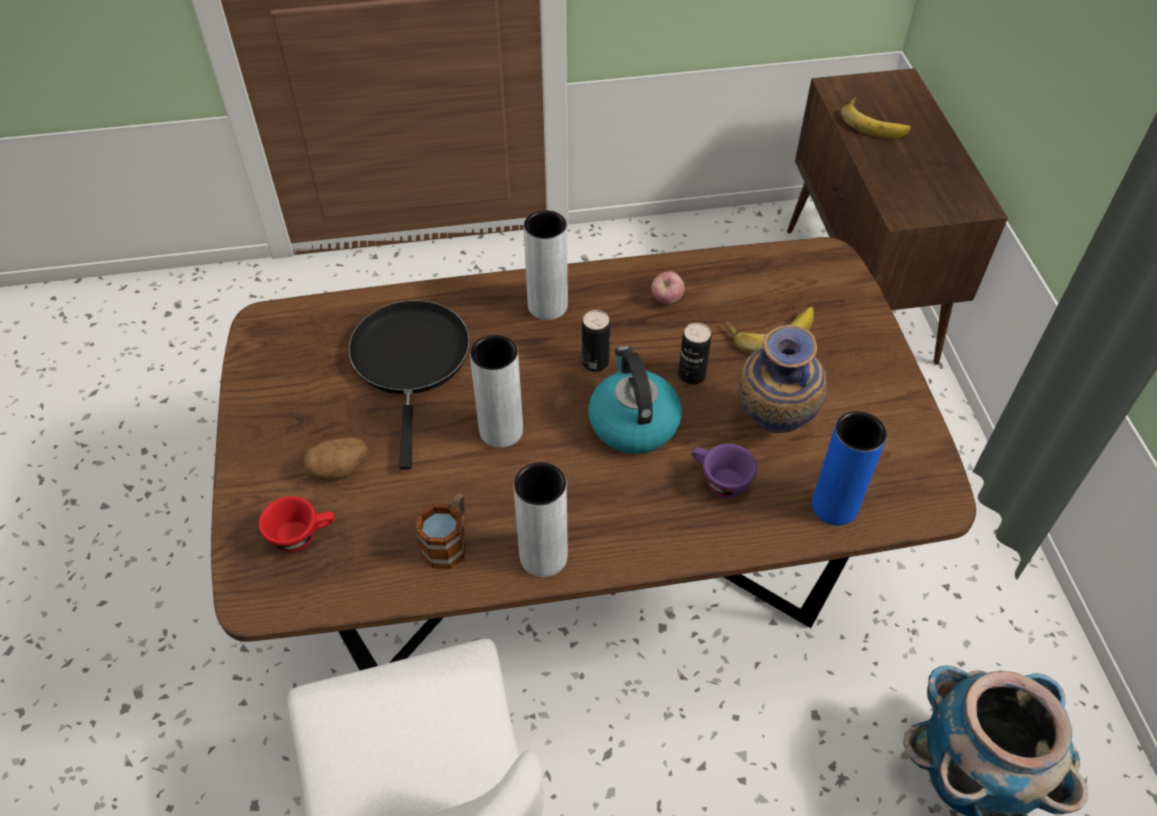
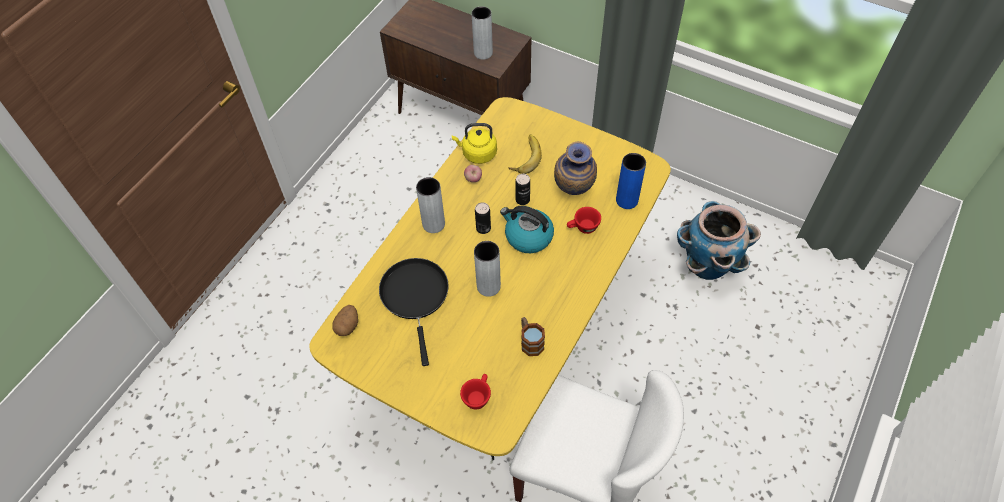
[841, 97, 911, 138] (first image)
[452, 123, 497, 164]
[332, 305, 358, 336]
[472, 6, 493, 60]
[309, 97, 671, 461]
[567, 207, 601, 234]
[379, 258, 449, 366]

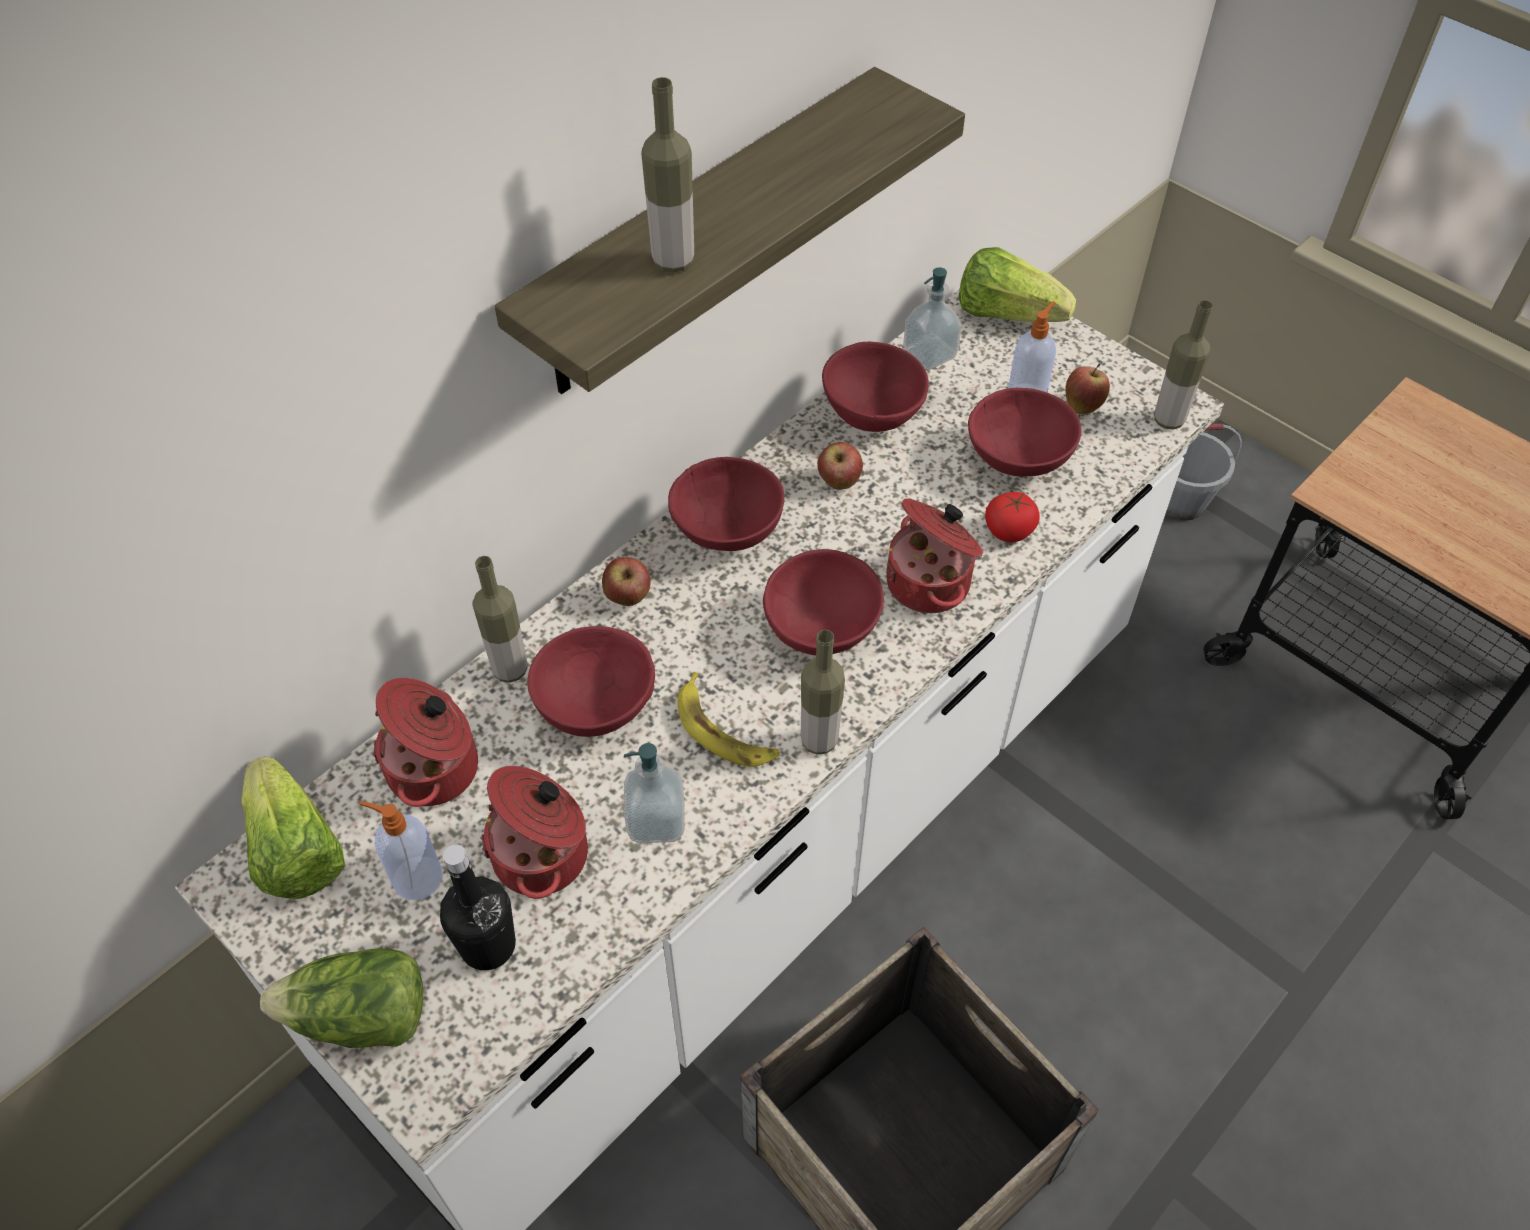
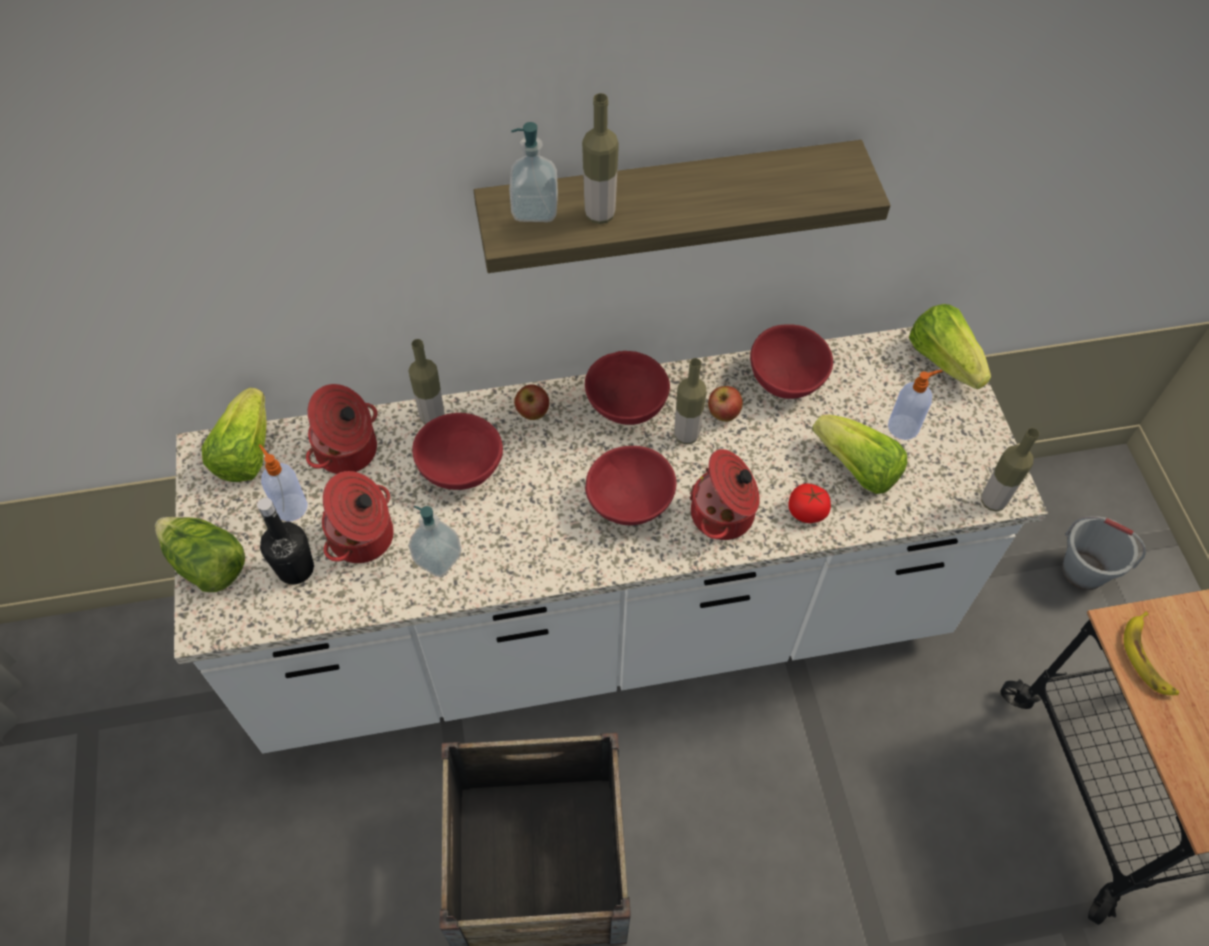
[1065, 363, 1110, 414] (first image)
[1124, 611, 1179, 695]
[674, 358, 707, 444]
[509, 122, 558, 222]
[812, 415, 907, 494]

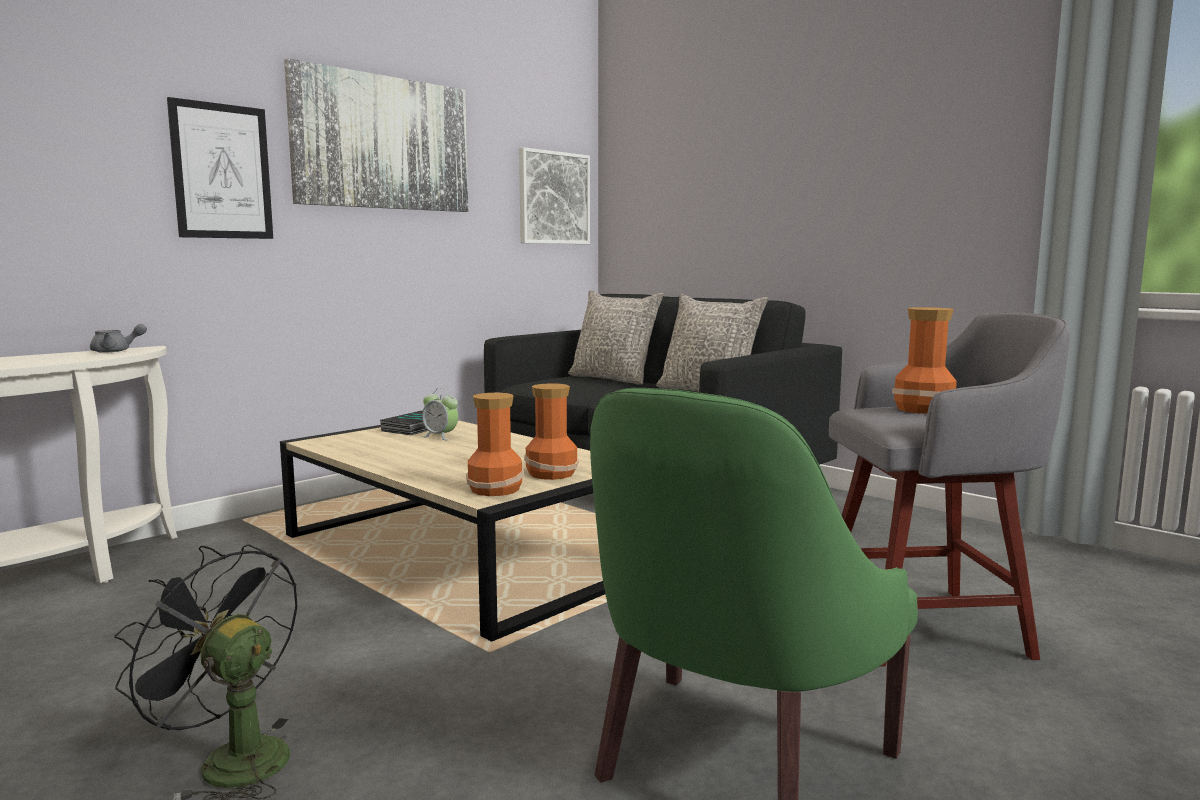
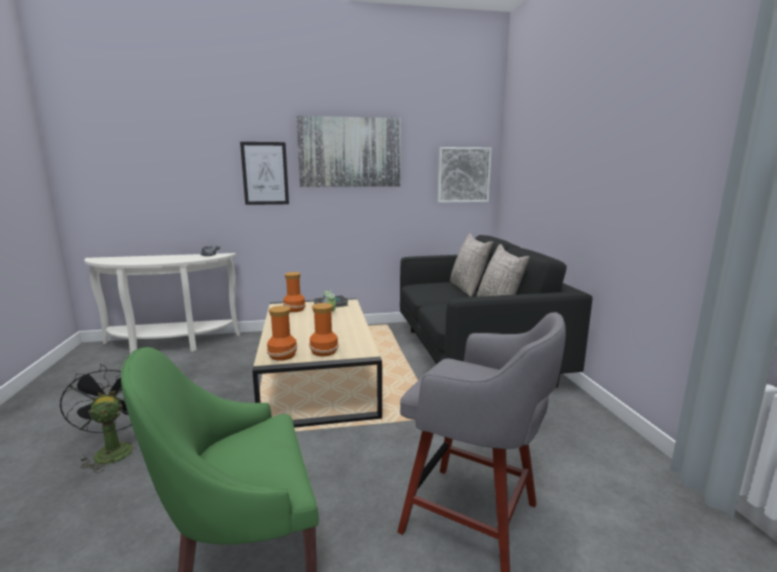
[283, 272, 306, 312]

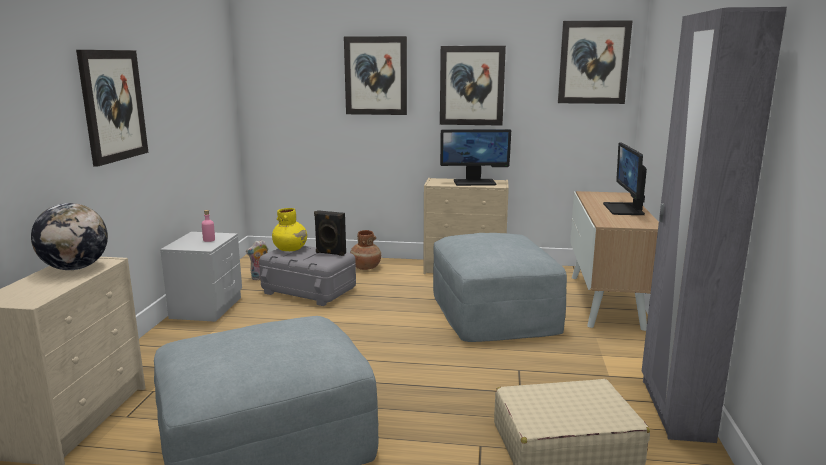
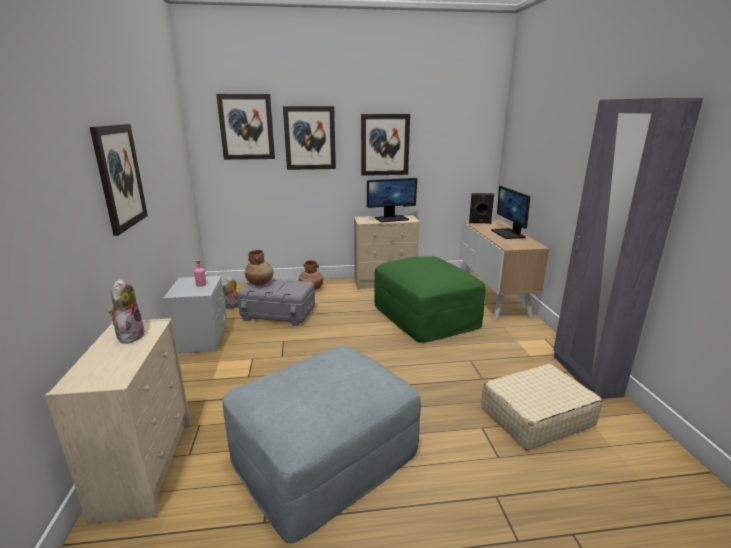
[469, 193, 495, 224]
[216, 94, 275, 160]
[108, 278, 145, 344]
[245, 250, 273, 285]
[374, 256, 486, 343]

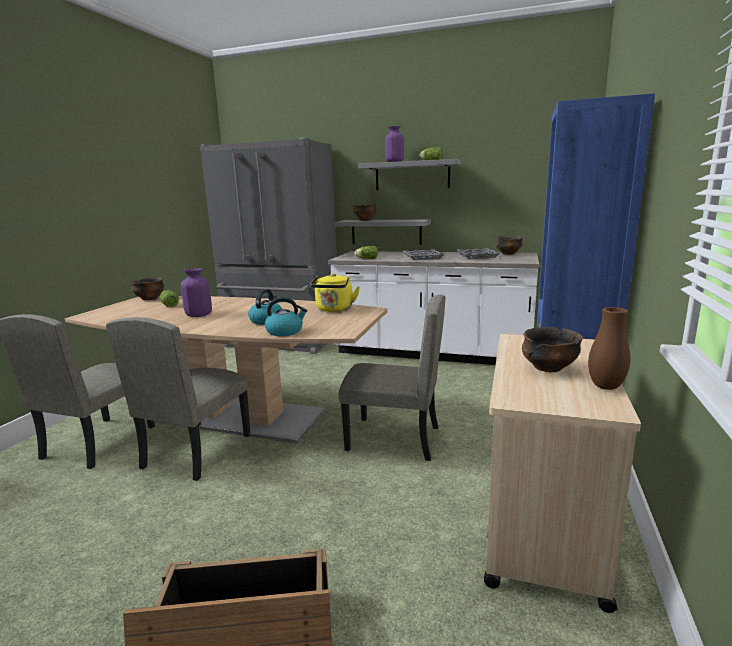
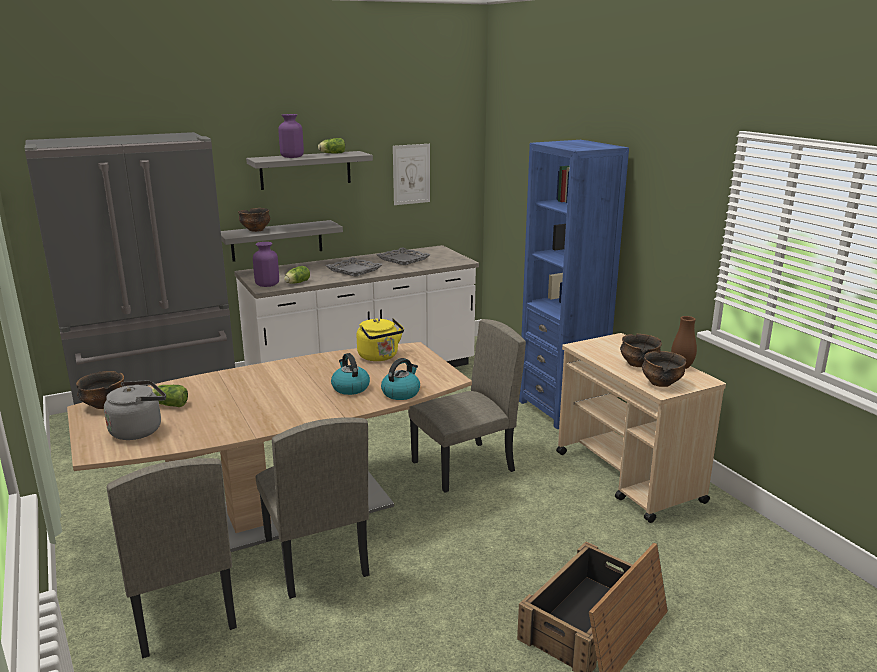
[104, 380, 166, 440]
[393, 144, 430, 205]
[253, 242, 279, 287]
[642, 351, 686, 387]

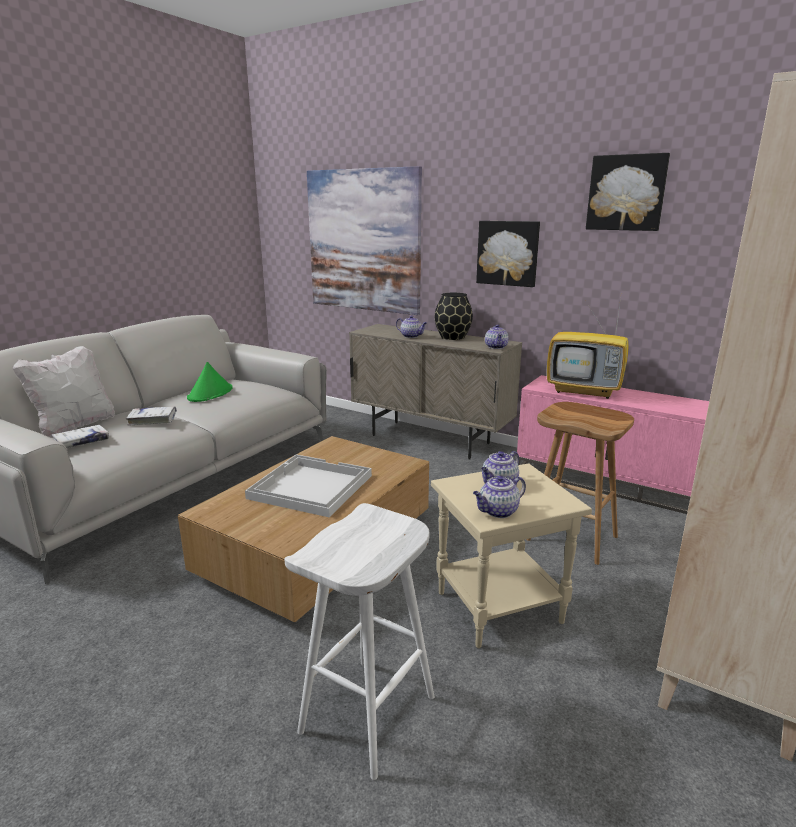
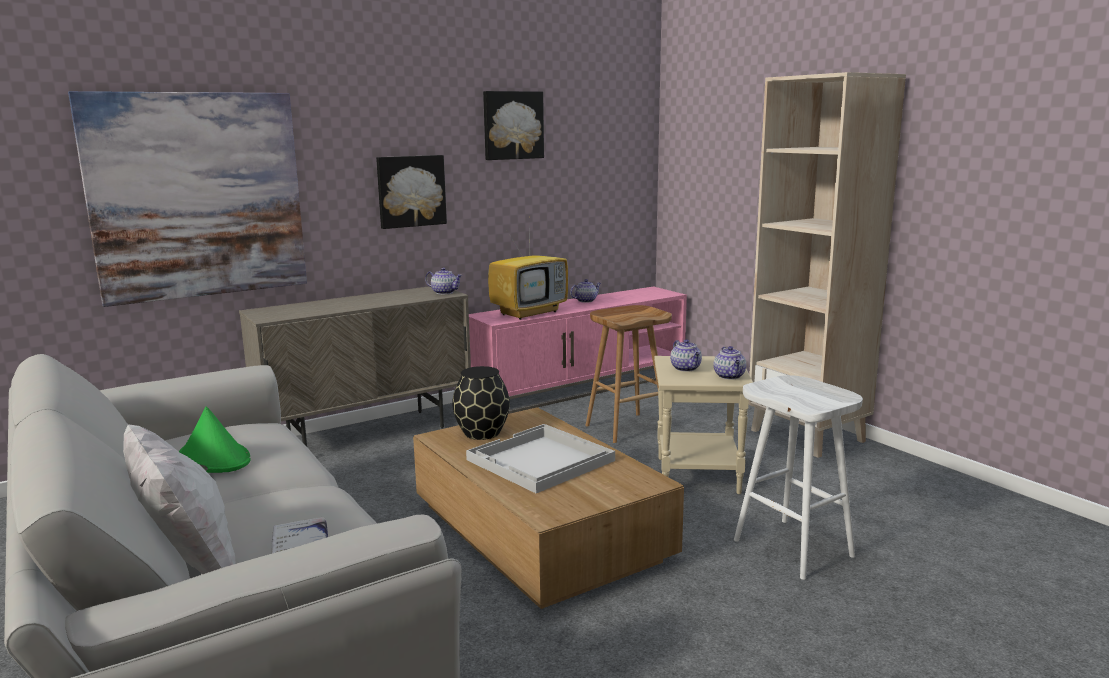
[126, 407, 177, 426] (first image)
[570, 279, 601, 303]
[452, 366, 510, 440]

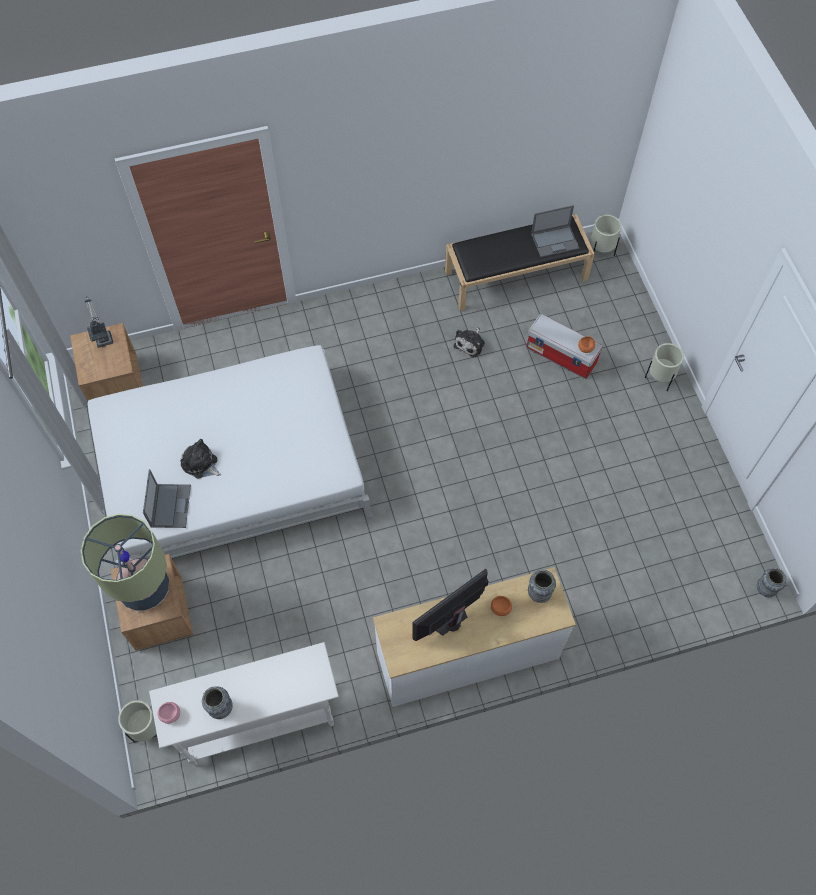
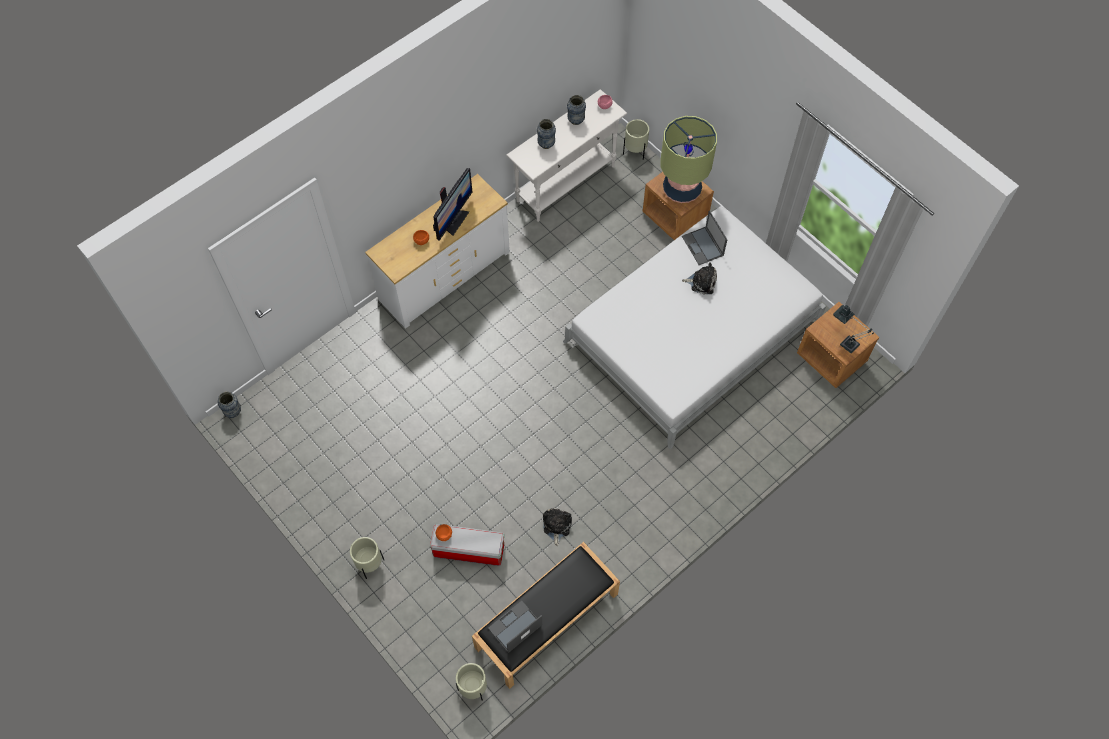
[537, 119, 556, 149]

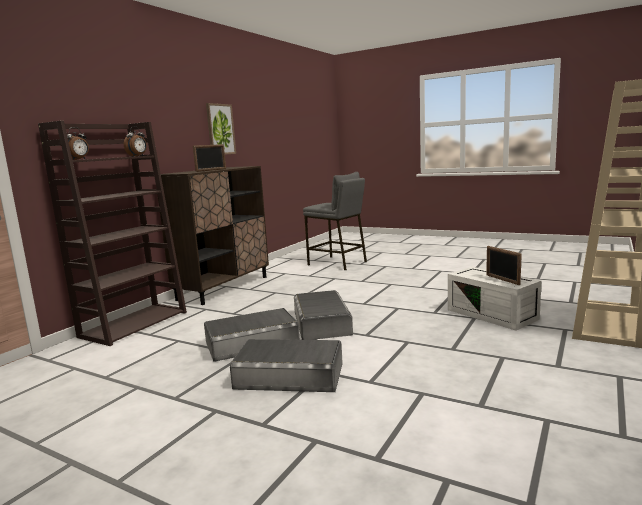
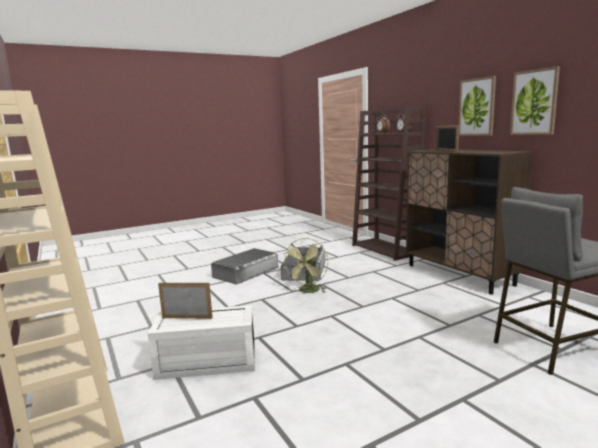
[458, 76, 496, 136]
[283, 238, 328, 293]

